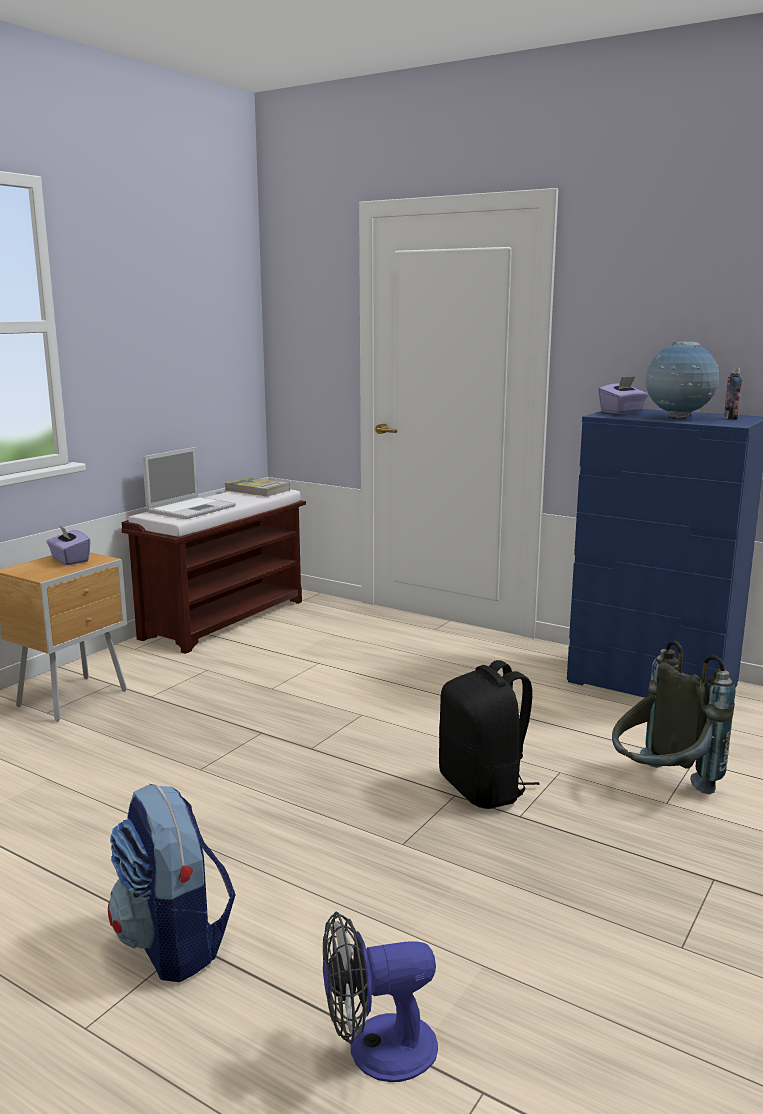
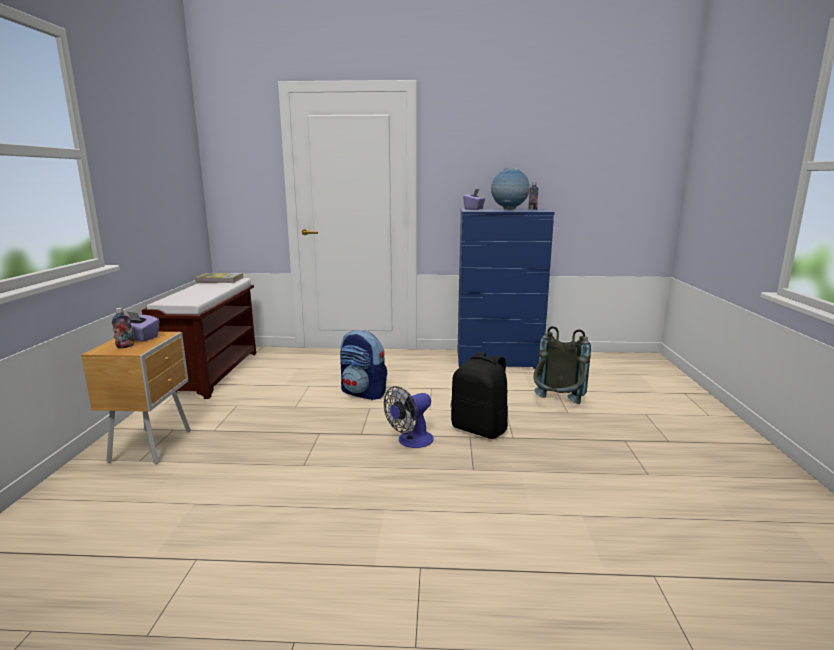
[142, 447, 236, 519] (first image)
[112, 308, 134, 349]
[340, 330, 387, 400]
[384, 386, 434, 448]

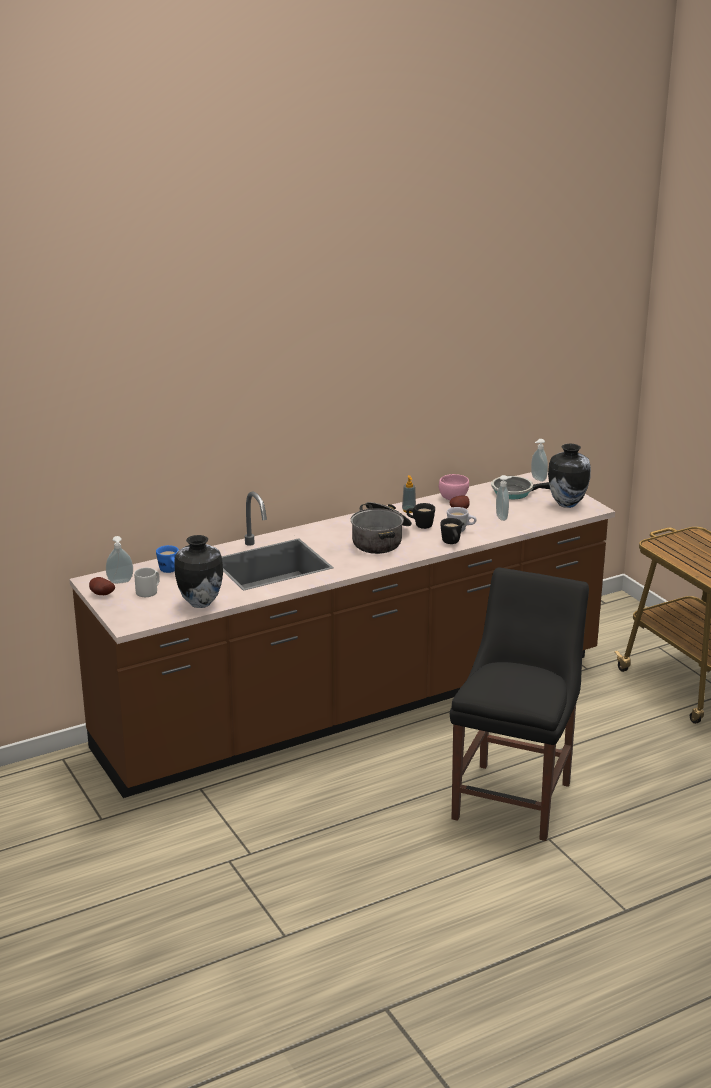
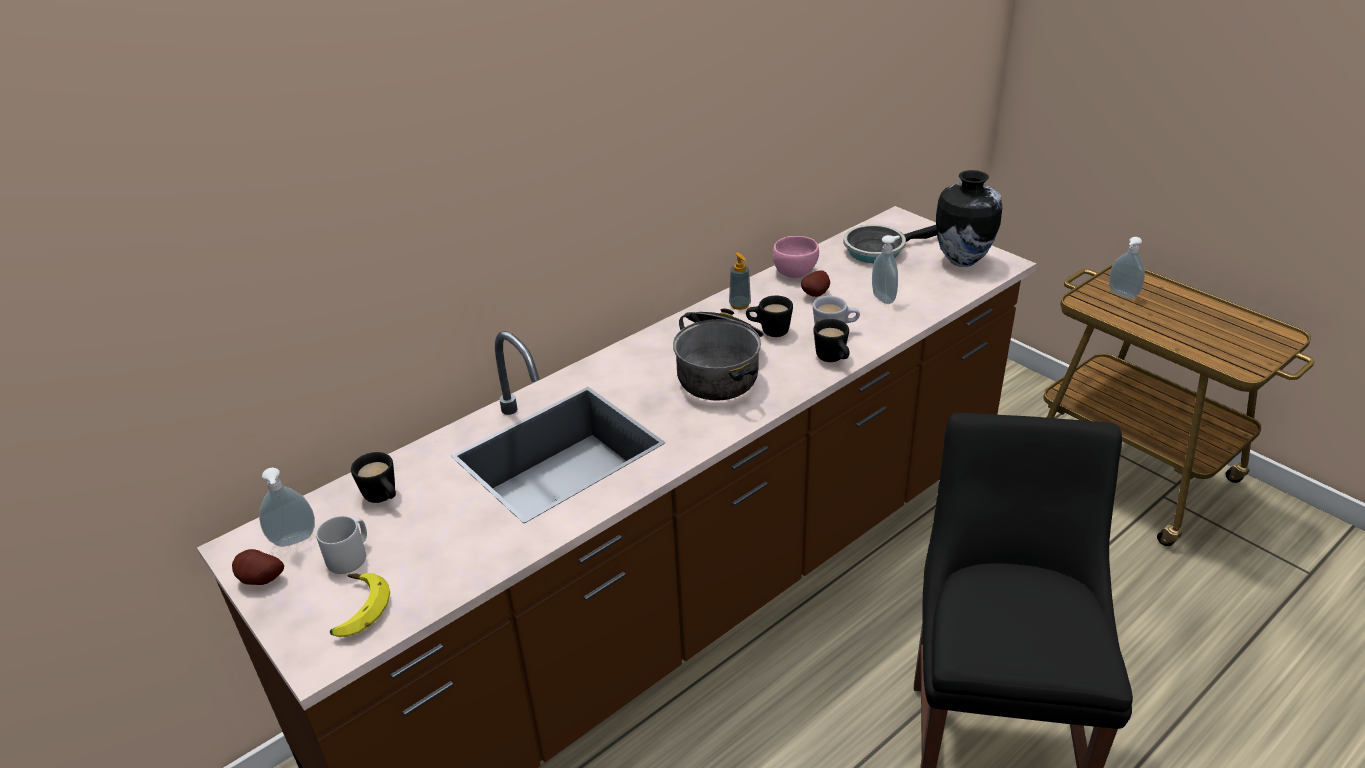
[174, 535, 223, 608] (first image)
[330, 573, 390, 637]
[1109, 237, 1145, 299]
[351, 452, 396, 503]

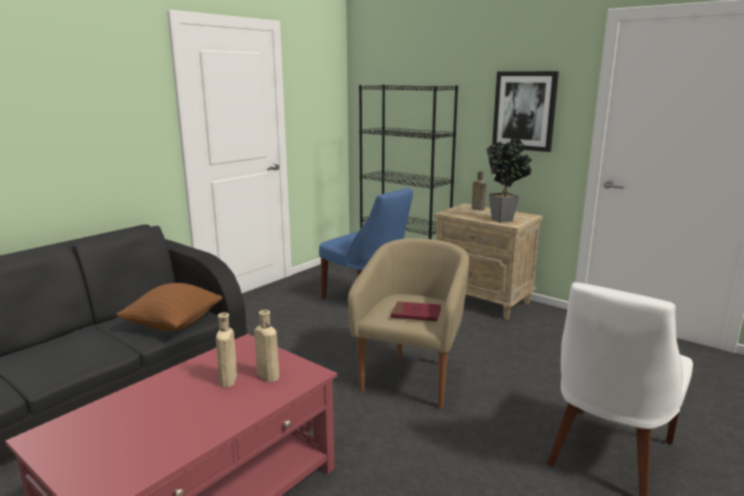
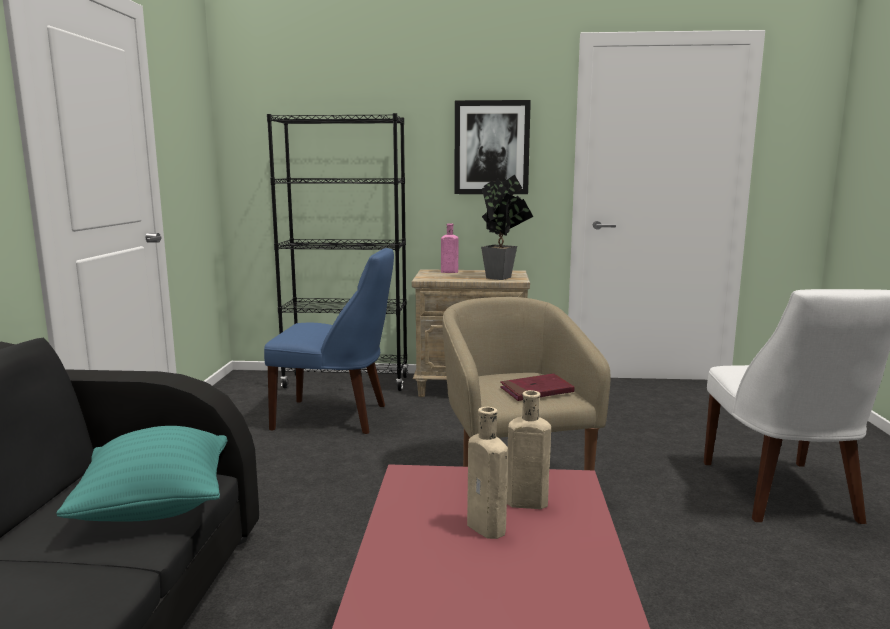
[56, 426, 228, 522]
[441, 224, 459, 273]

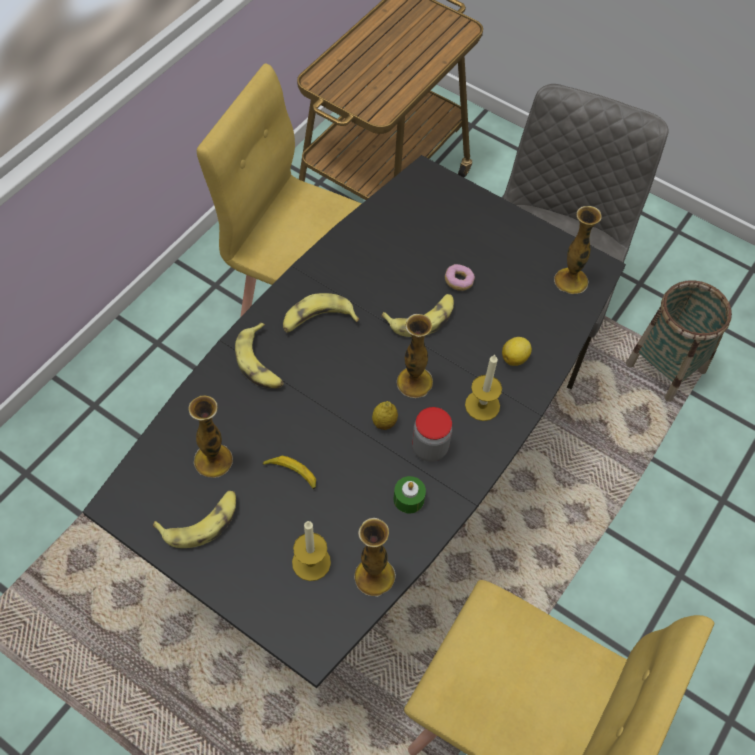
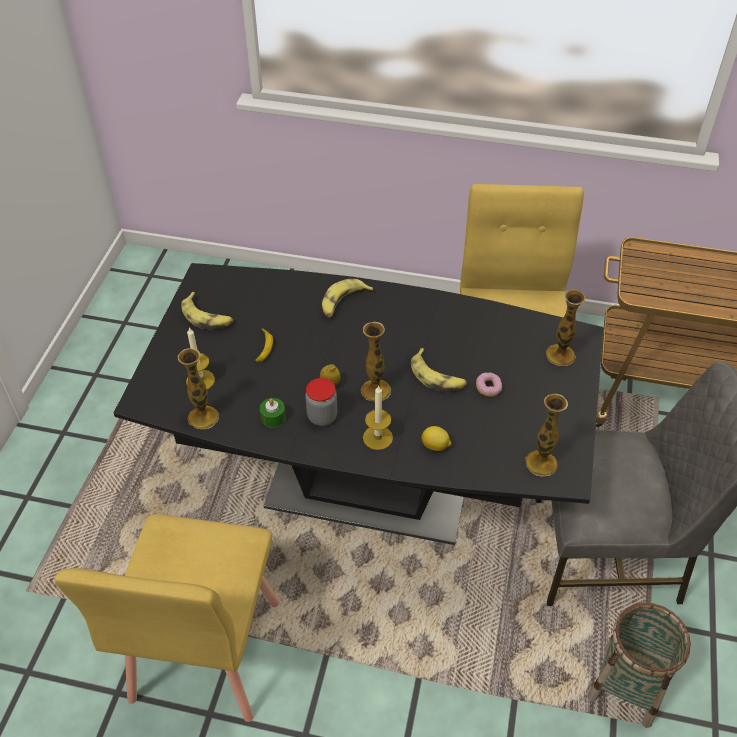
[283, 293, 359, 333] (first image)
[546, 290, 586, 366]

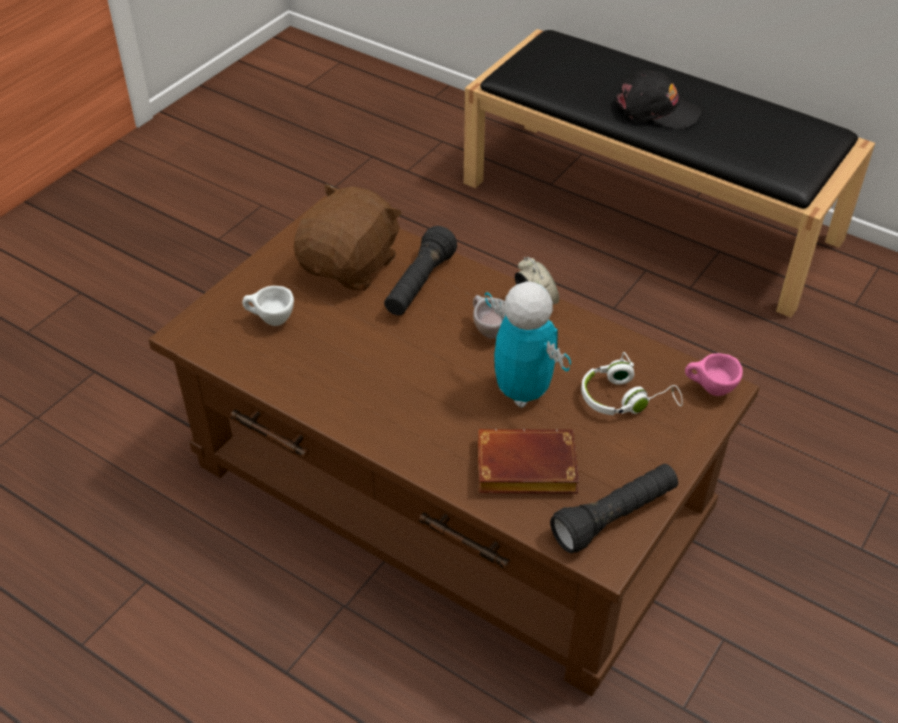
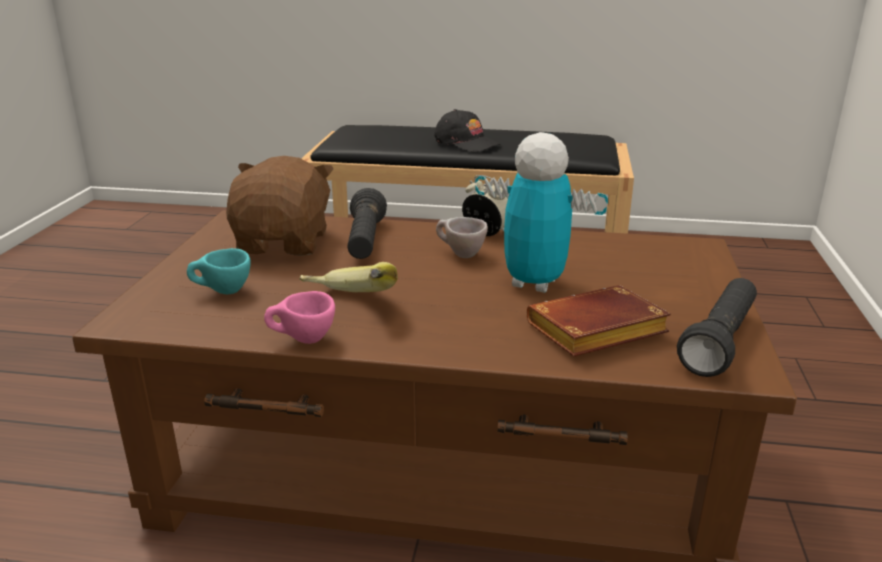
[581, 352, 683, 415] (first image)
[299, 262, 398, 293]
[264, 291, 335, 344]
[187, 248, 251, 294]
[434, 109, 501, 152]

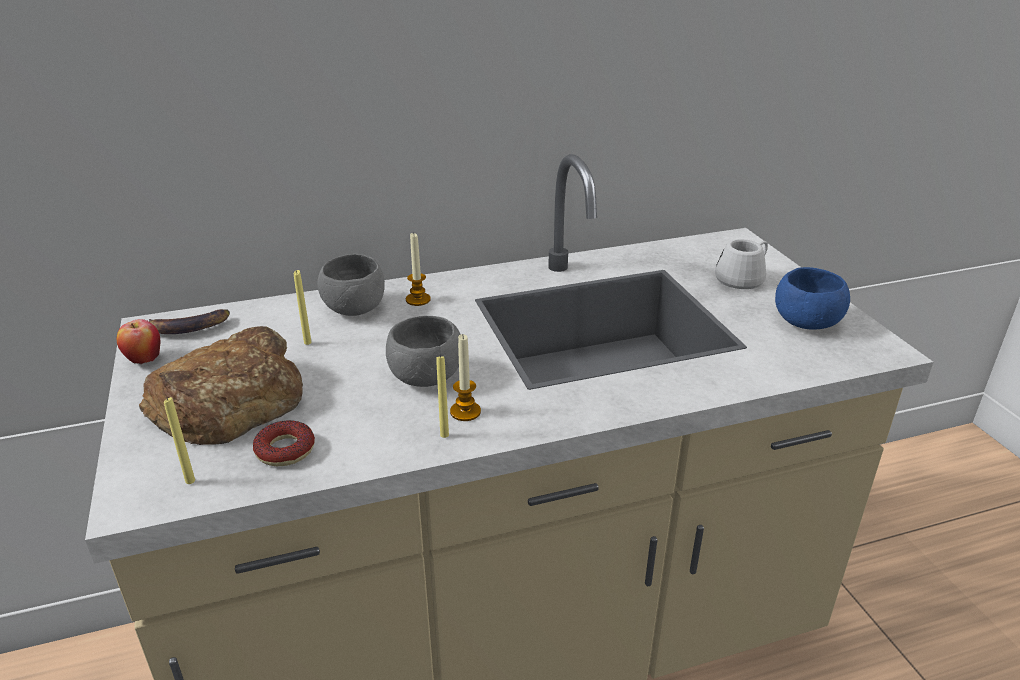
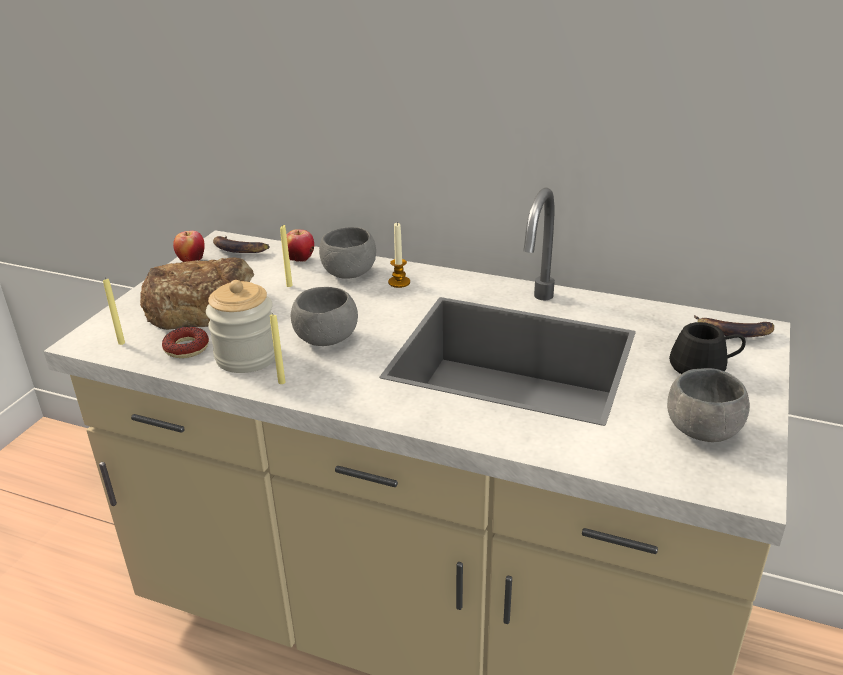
[450, 334, 481, 421] (first image)
[206, 280, 275, 373]
[286, 229, 314, 262]
[694, 315, 774, 337]
[669, 322, 746, 374]
[667, 368, 750, 442]

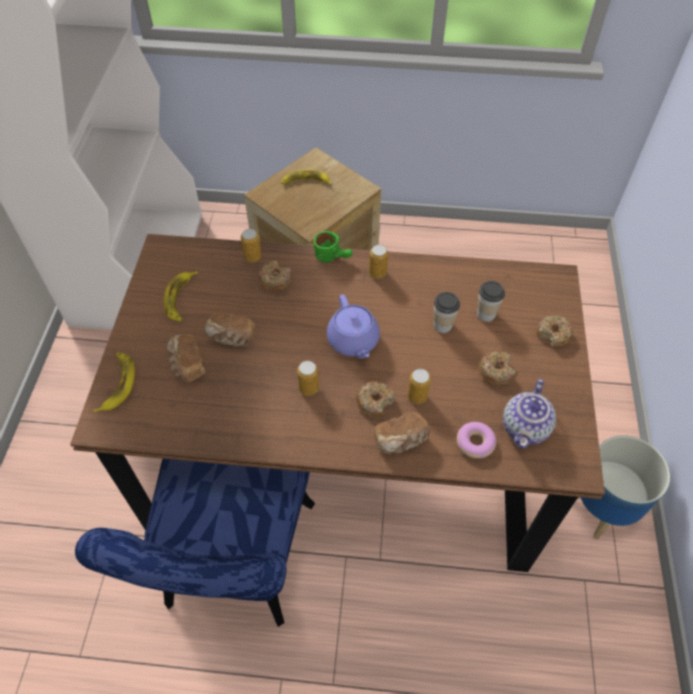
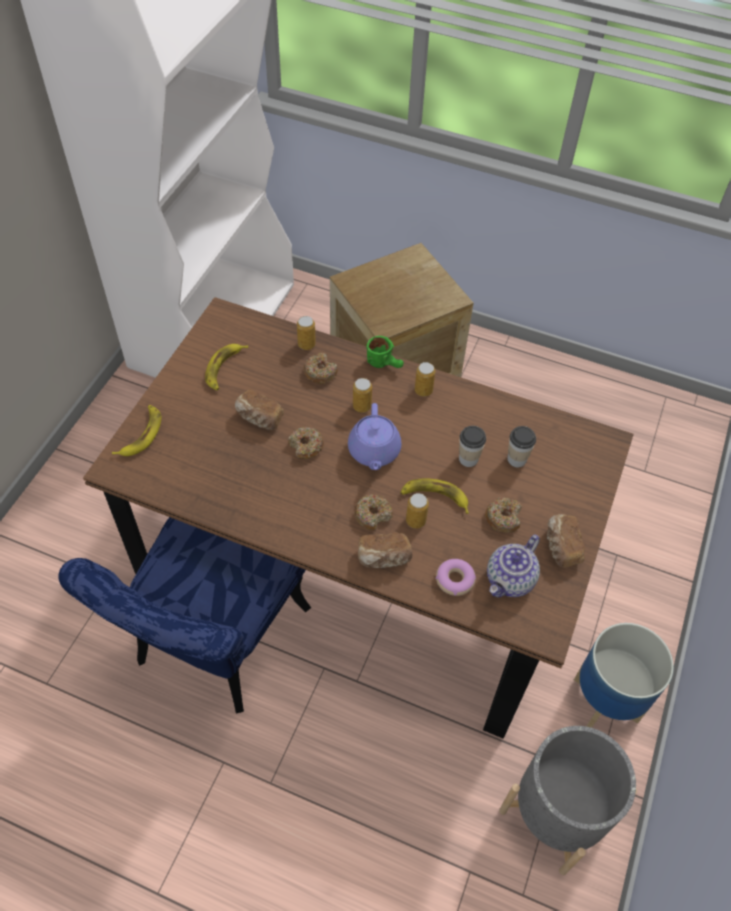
[499, 726, 637, 875]
[547, 514, 585, 568]
[400, 478, 469, 514]
[353, 378, 372, 413]
[288, 427, 324, 459]

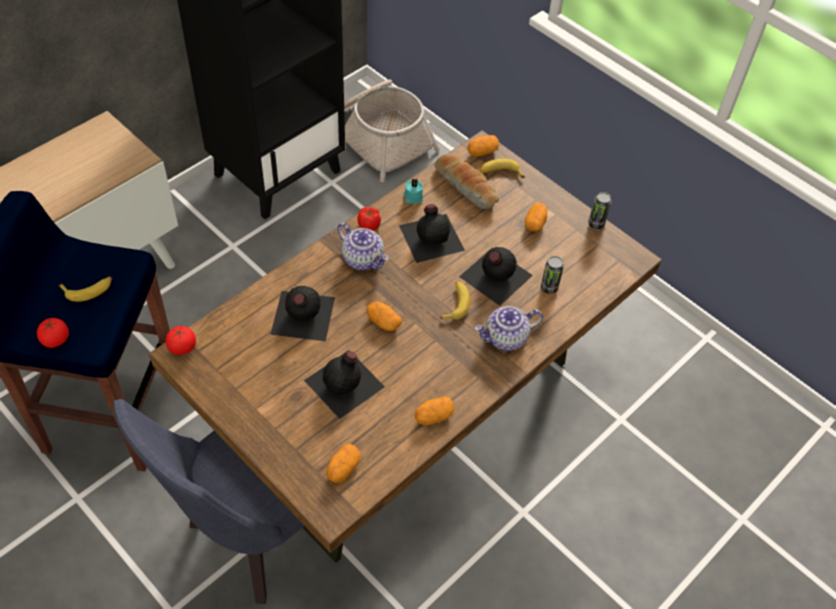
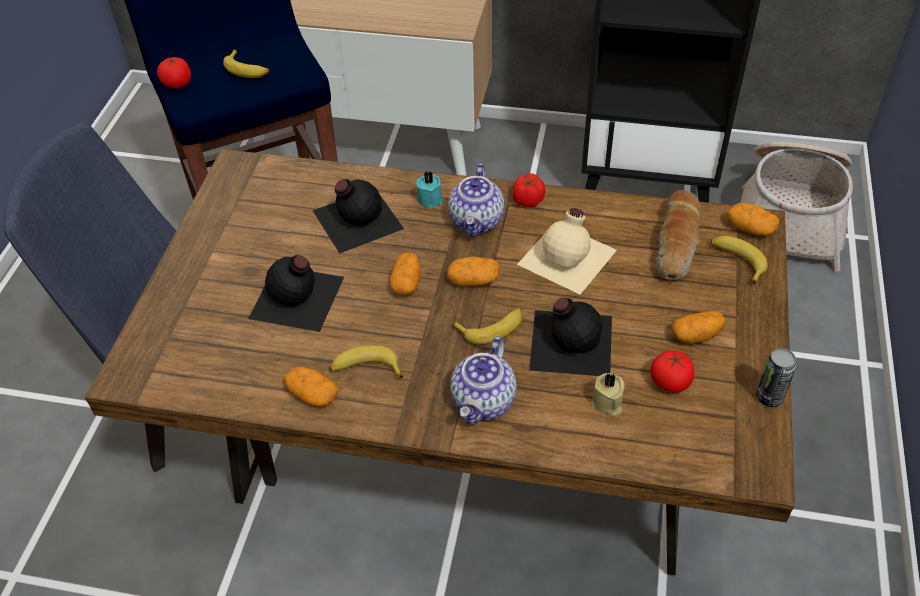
[329, 345, 403, 378]
[650, 350, 694, 393]
[447, 257, 500, 286]
[416, 171, 443, 209]
[591, 373, 625, 417]
[517, 208, 617, 294]
[450, 336, 517, 424]

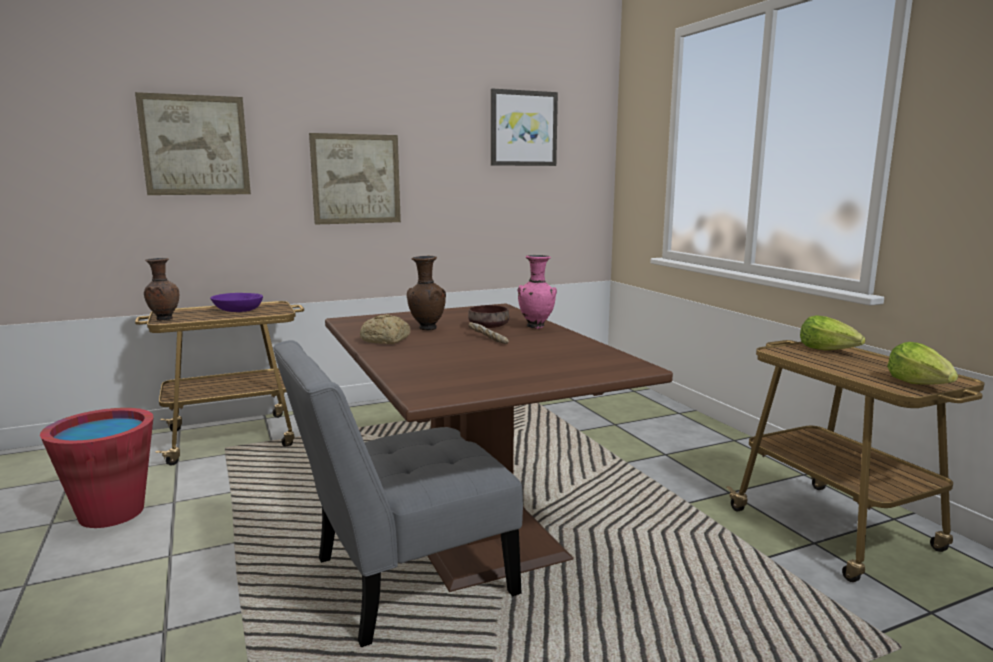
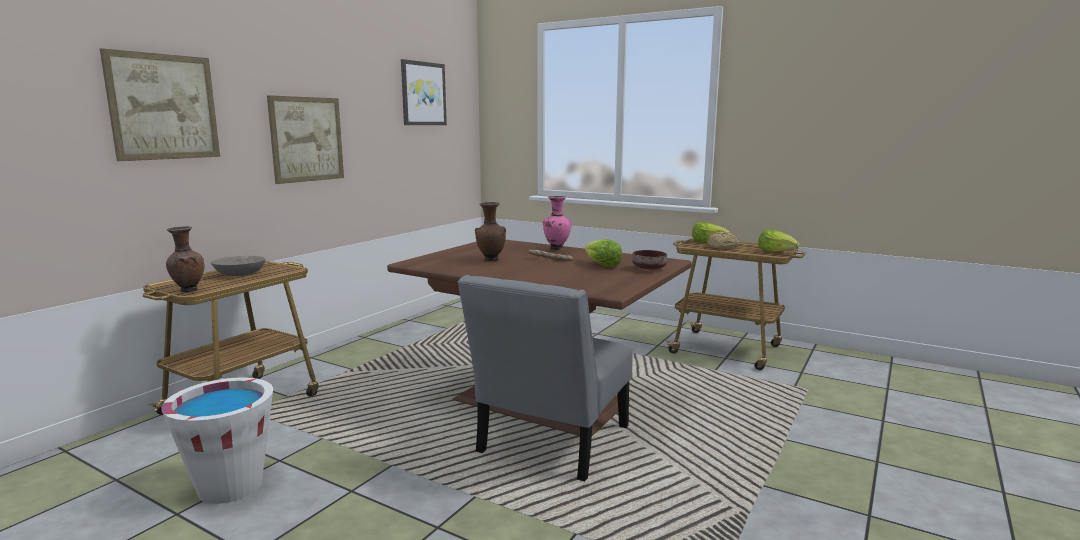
[585, 239, 622, 267]
[707, 231, 739, 249]
[632, 250, 667, 270]
[161, 378, 273, 504]
[211, 256, 265, 276]

